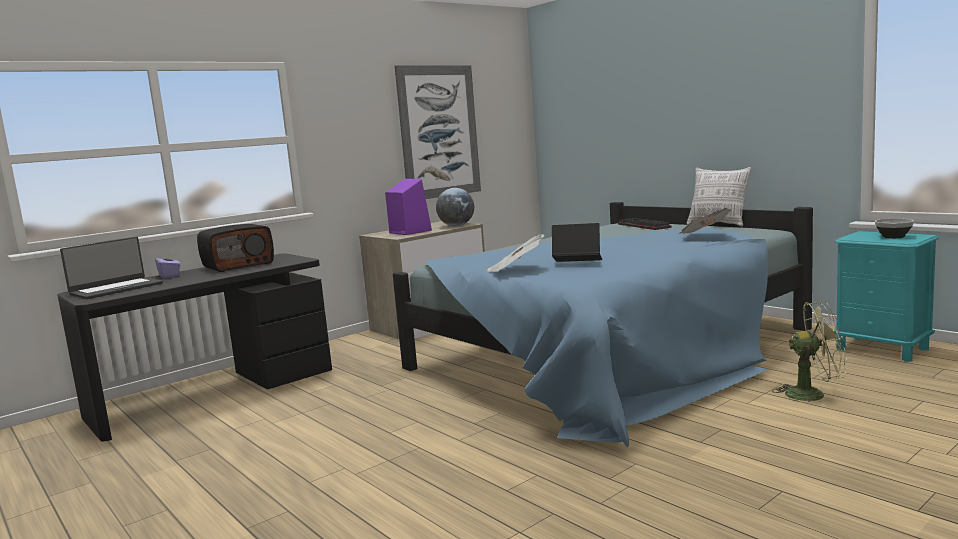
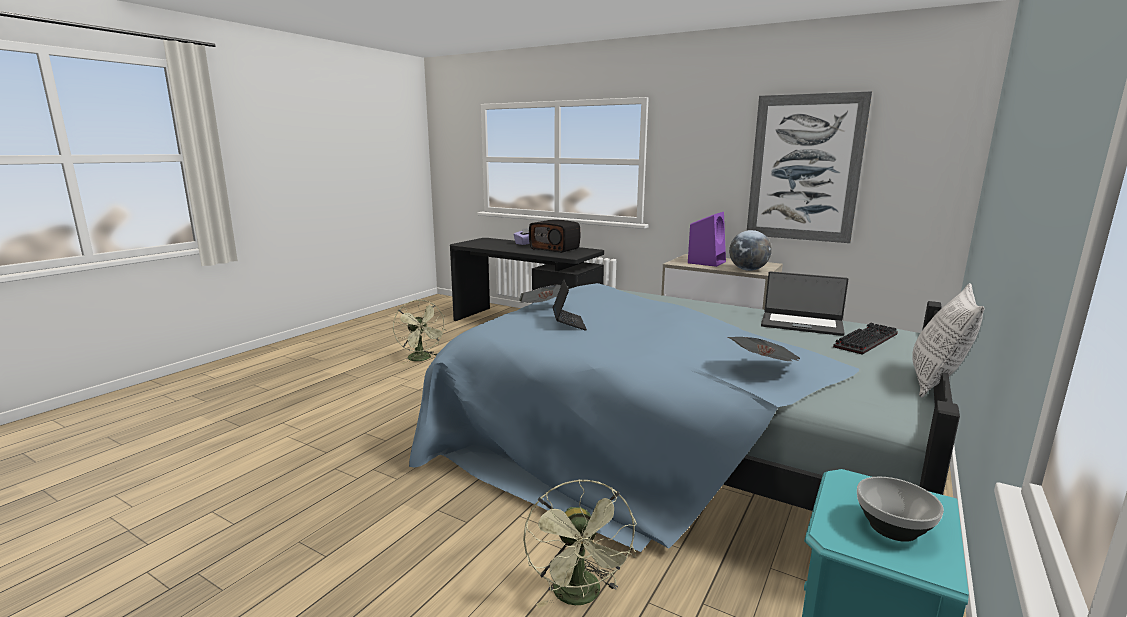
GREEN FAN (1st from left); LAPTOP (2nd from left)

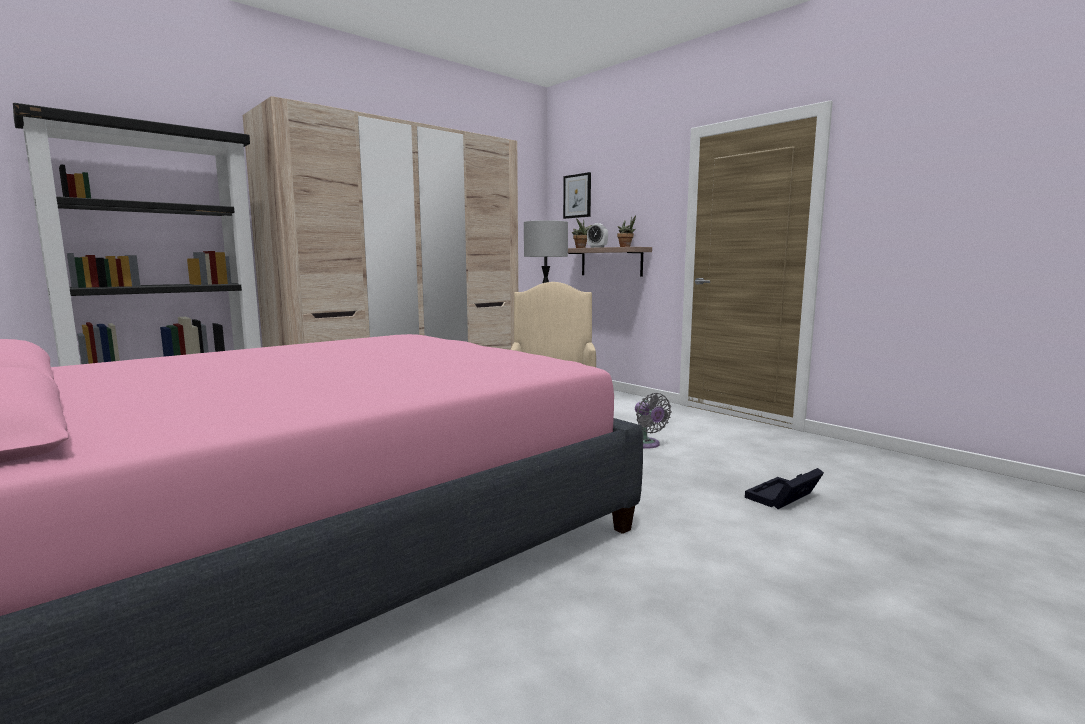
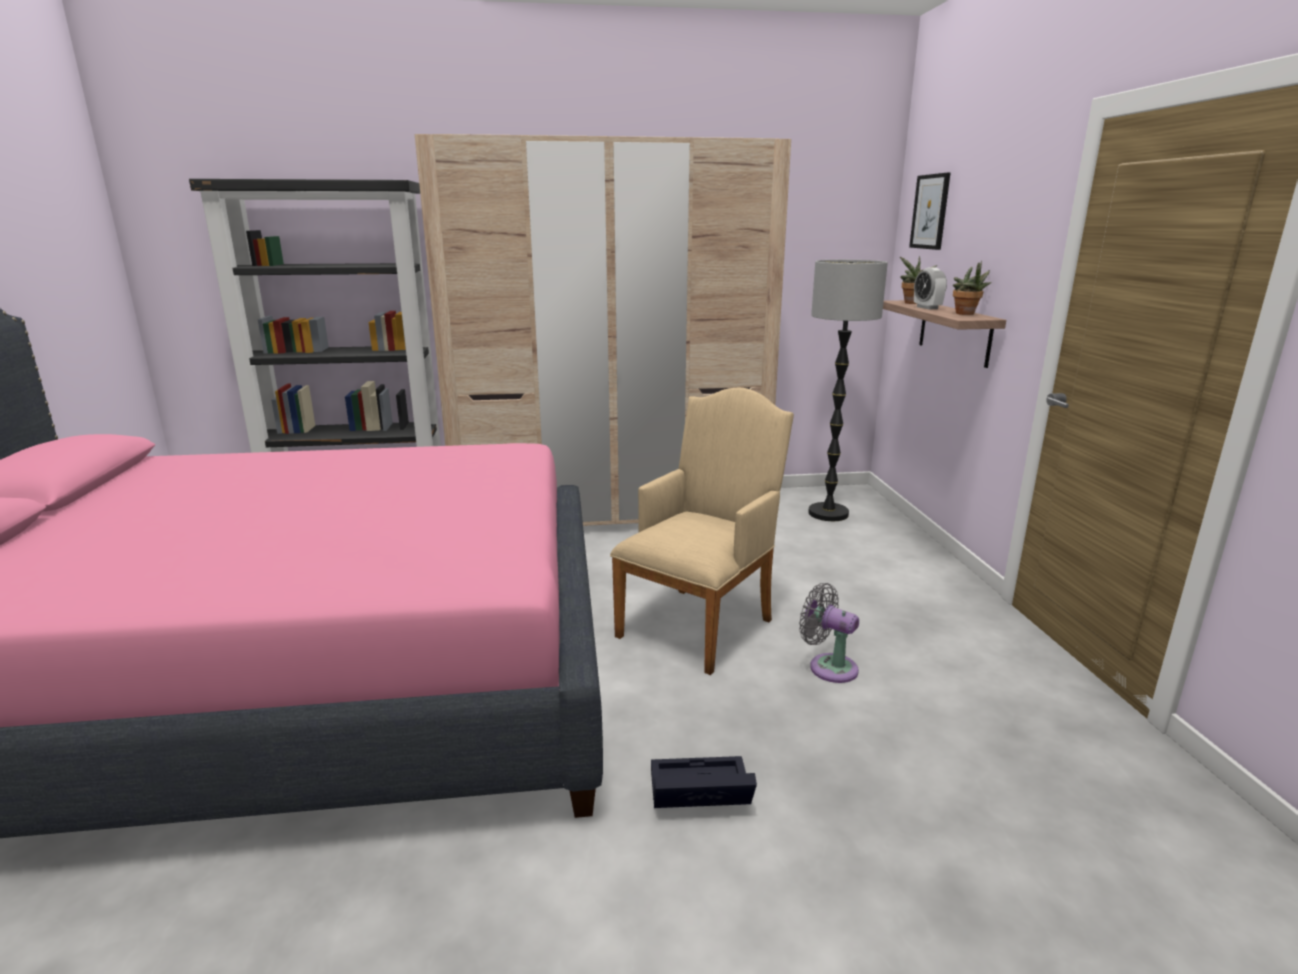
BLACK STORAGE BOX; GREY FAN

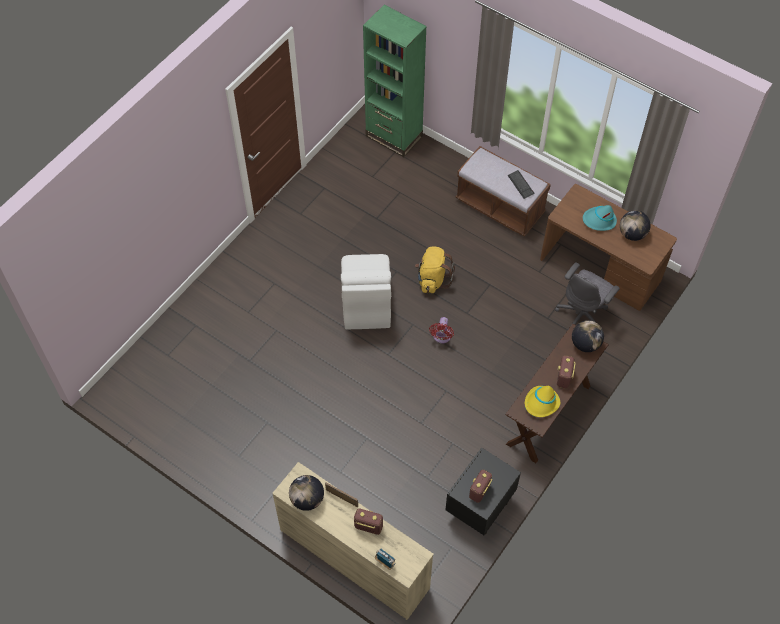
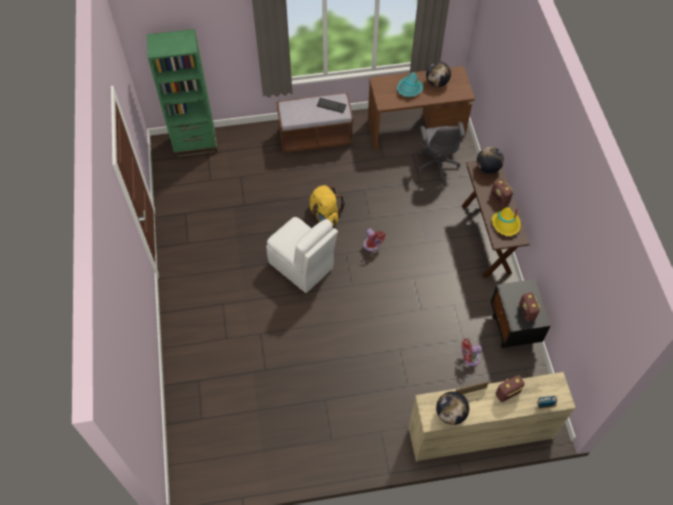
RED FAN (2nd from left)

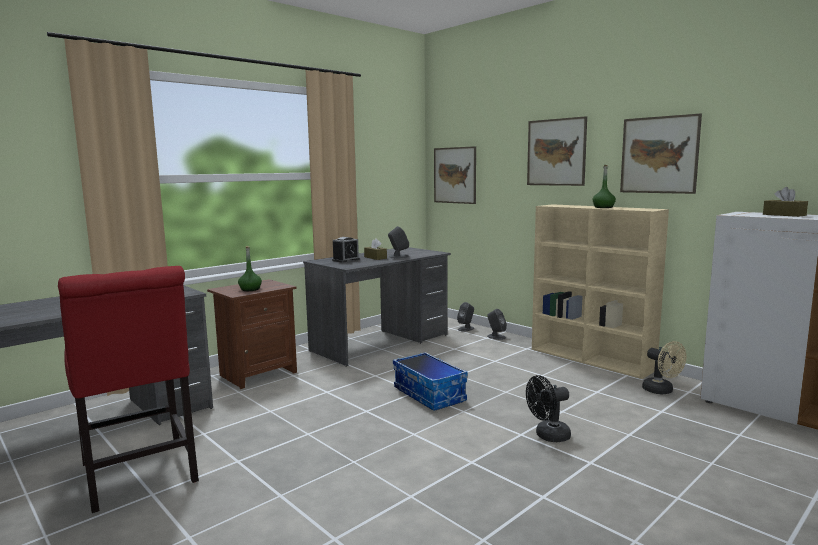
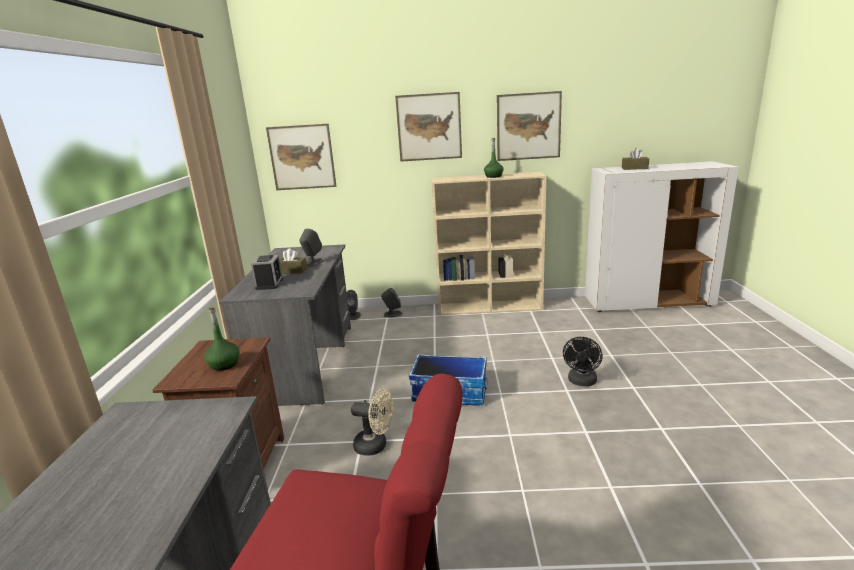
BEIGE FAN

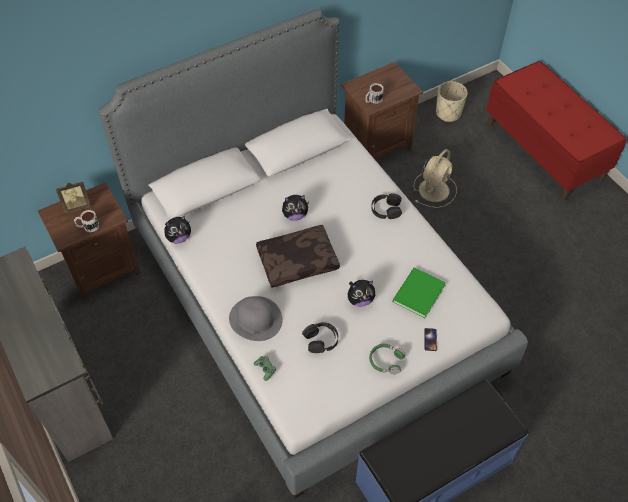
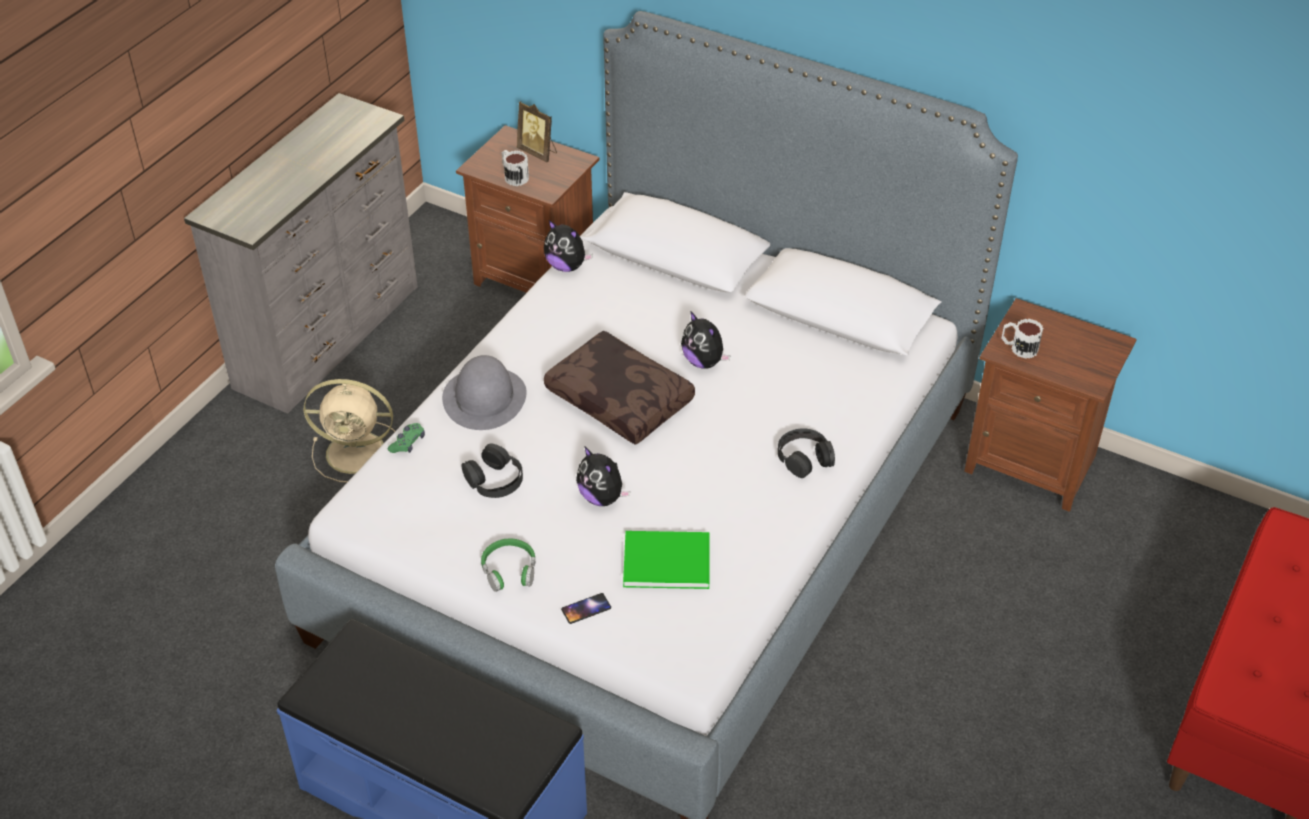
BEIGE FAN; BEIGE PLANTER

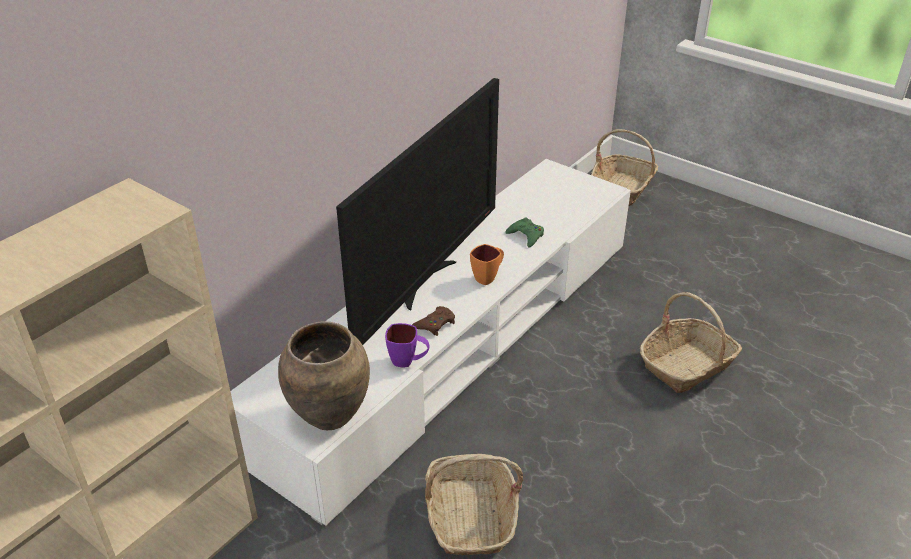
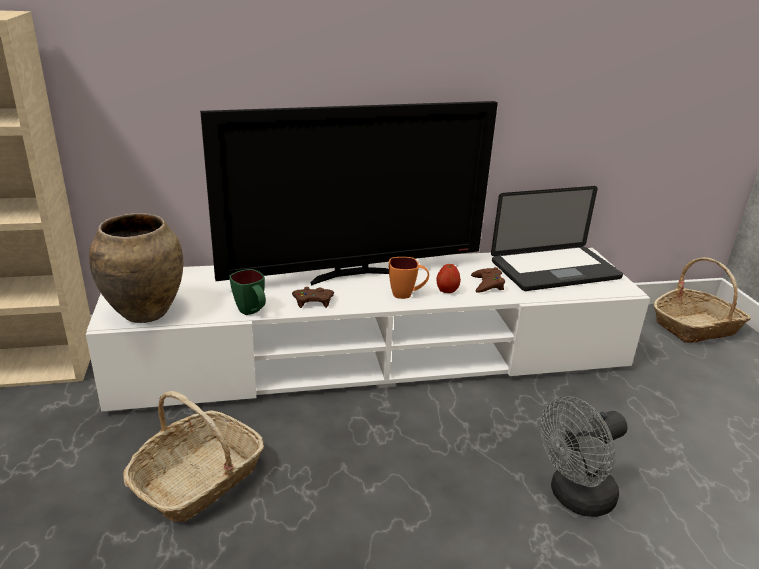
GREEN MUG; APPLE; BROWN GAME CONTROLLER (2nd from left); LAPTOP; GREY FAN

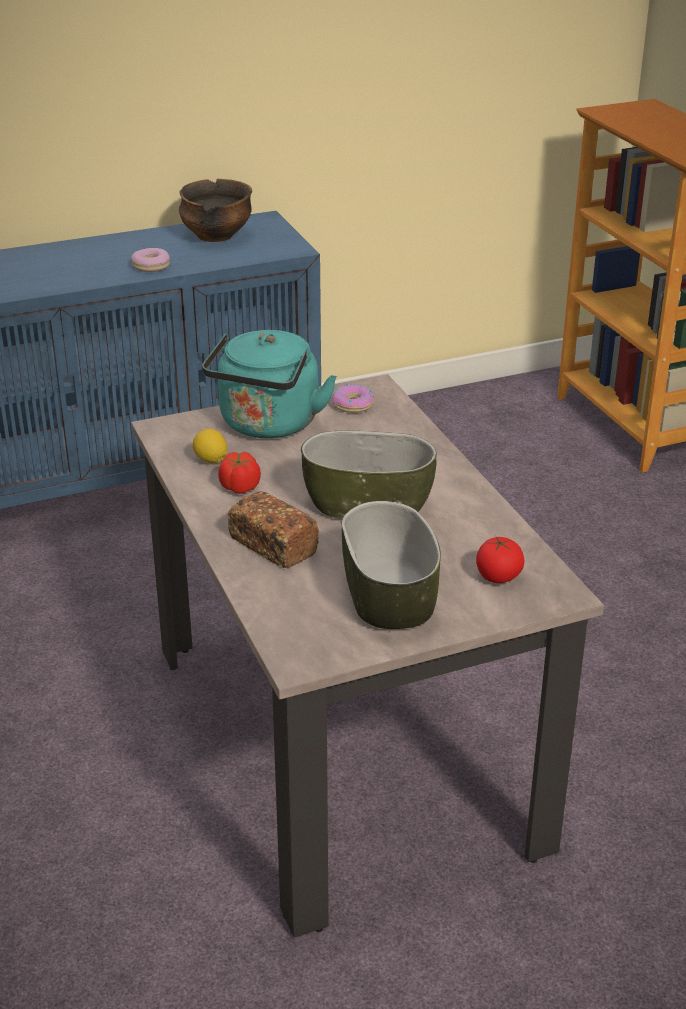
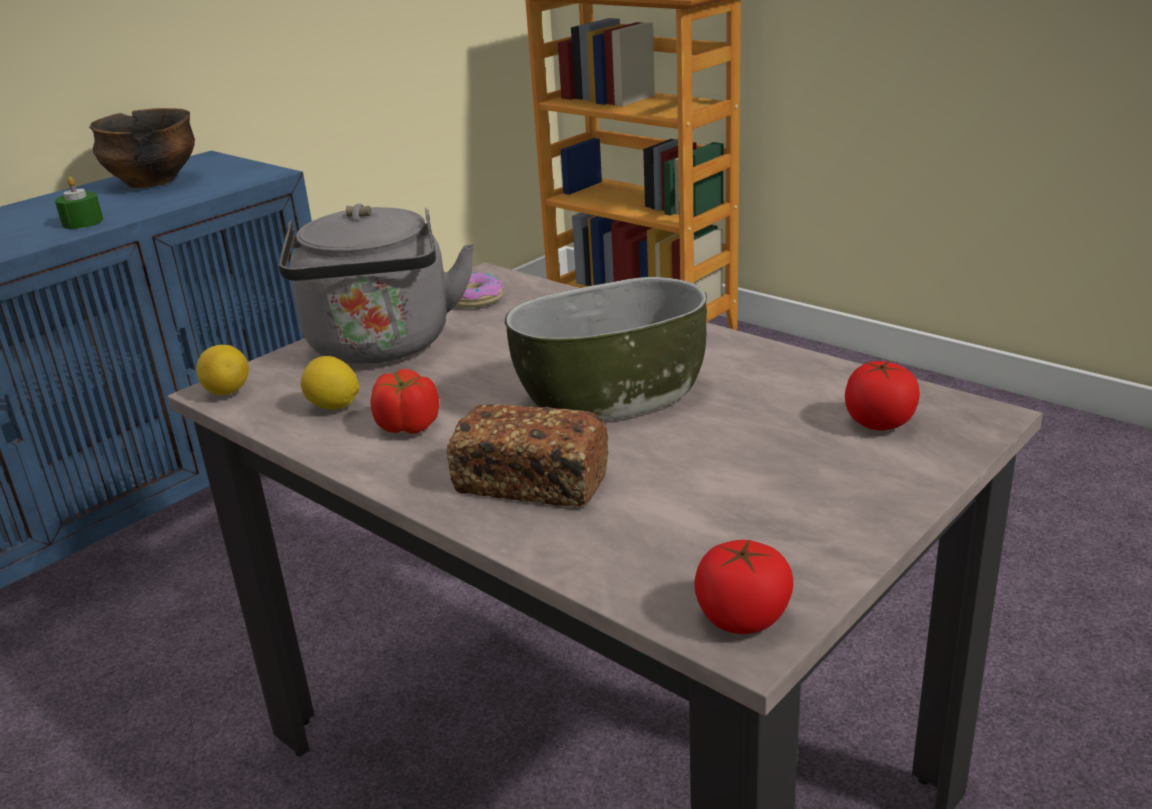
GREEN CANDLE; LEMON (1st from left); GREY KETTLE; TOMATO (2nd from left); BOWL (3rd from left in the first image)

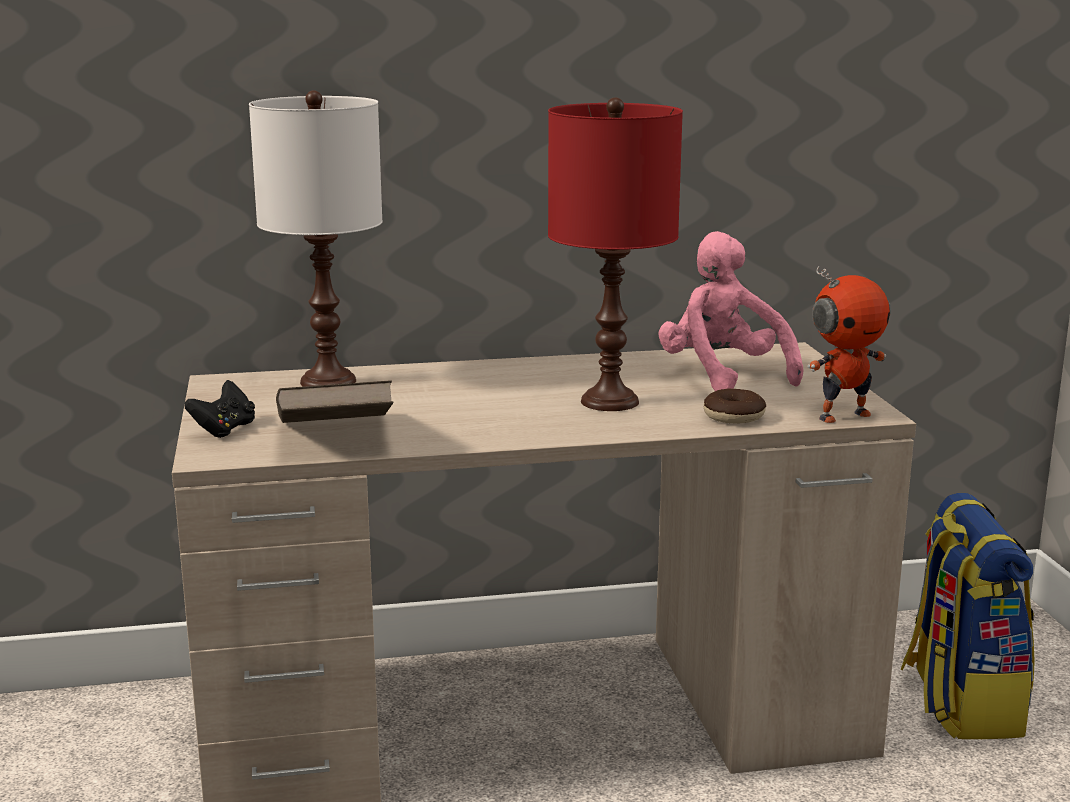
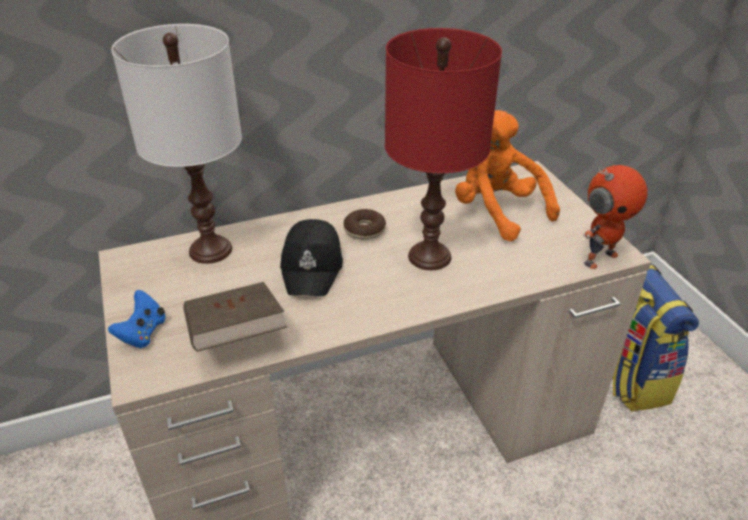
BLUE GAME CONTROLLER; BLACK CAP; DONUT; ORANGE PLUSH TOY

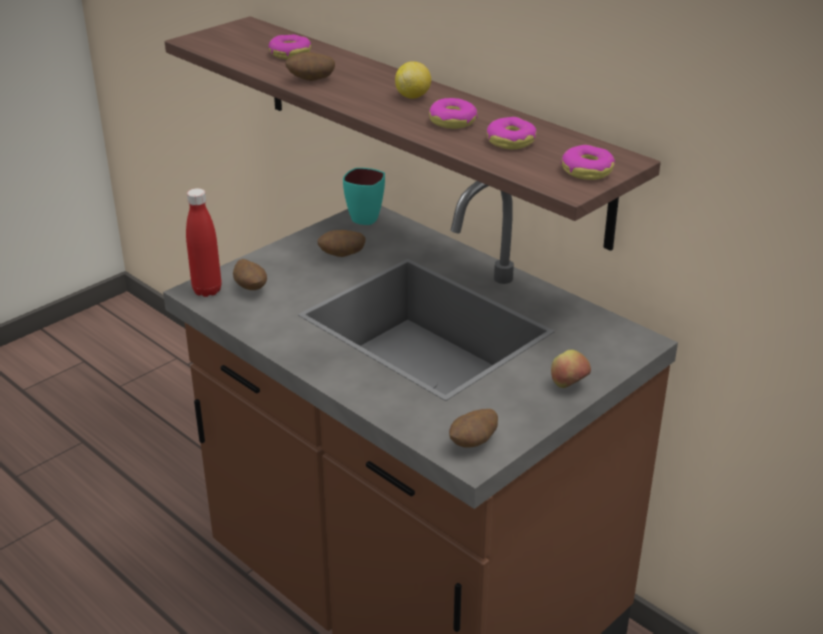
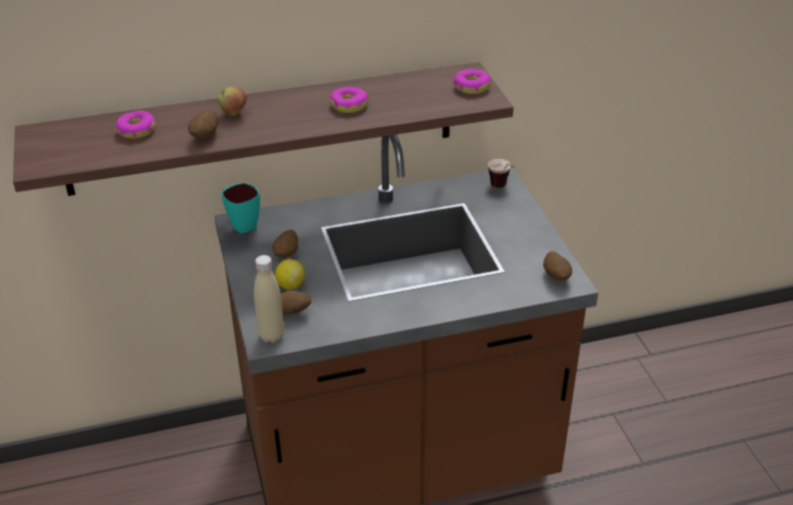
APPLE; BEIGE BOTTLE; LEMON; CUP; DONUT (3rd from left in the first image)

